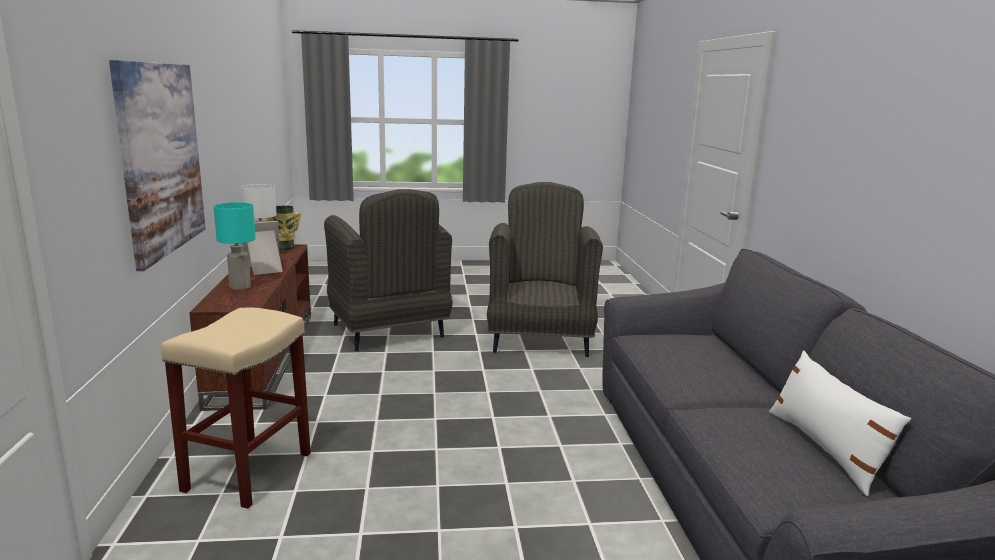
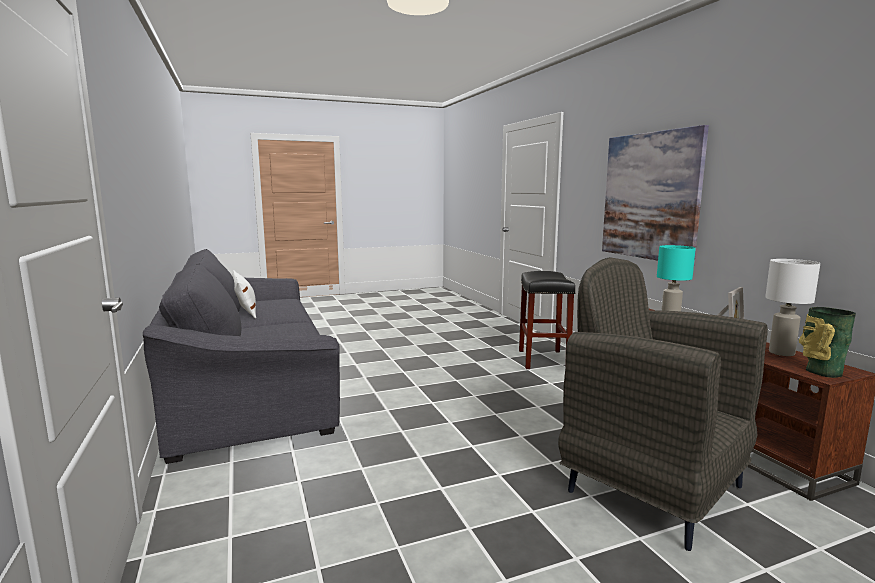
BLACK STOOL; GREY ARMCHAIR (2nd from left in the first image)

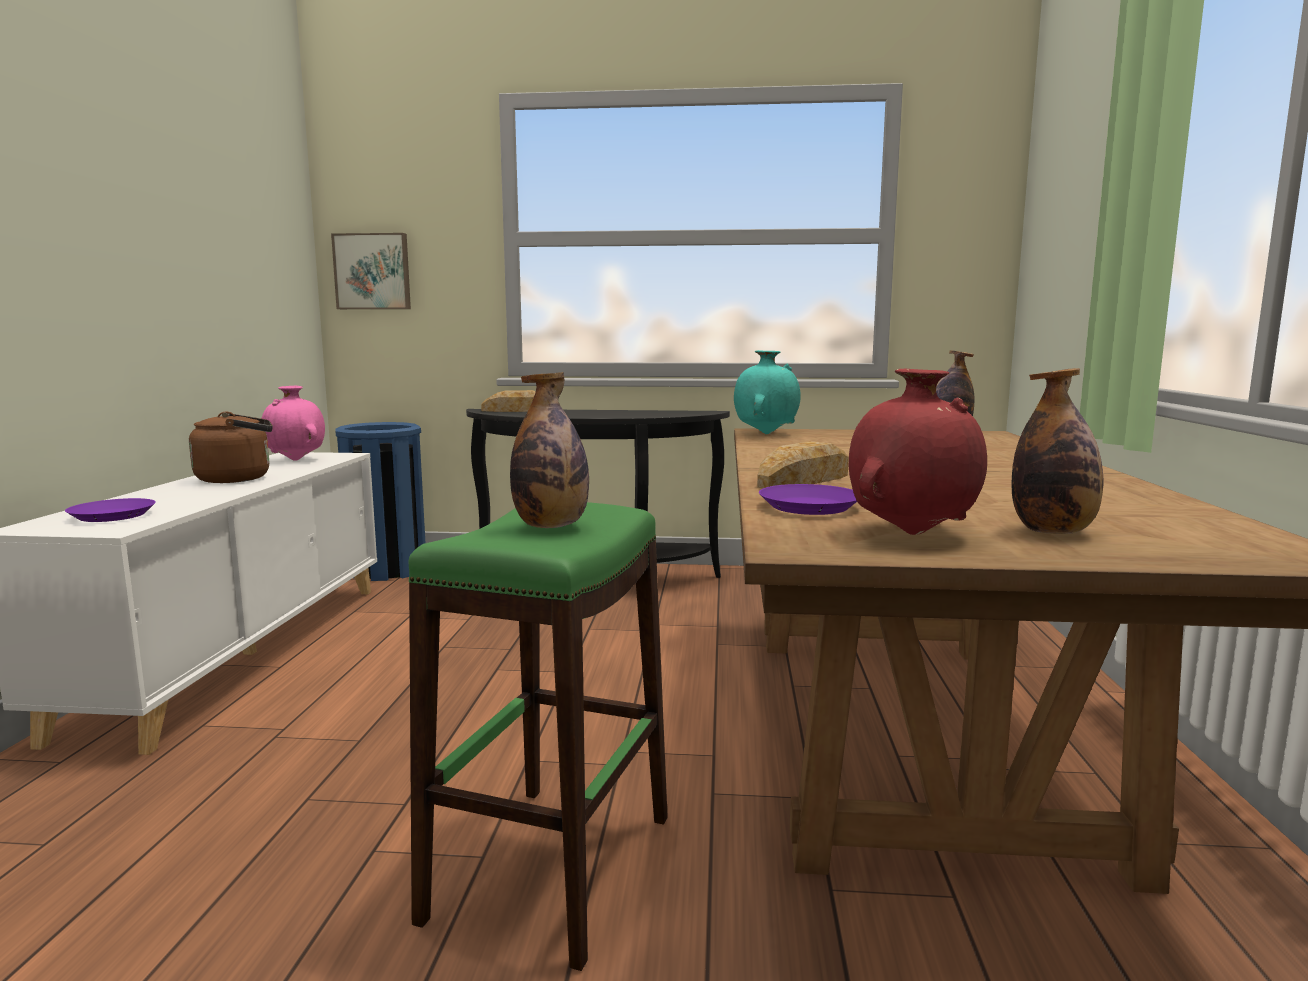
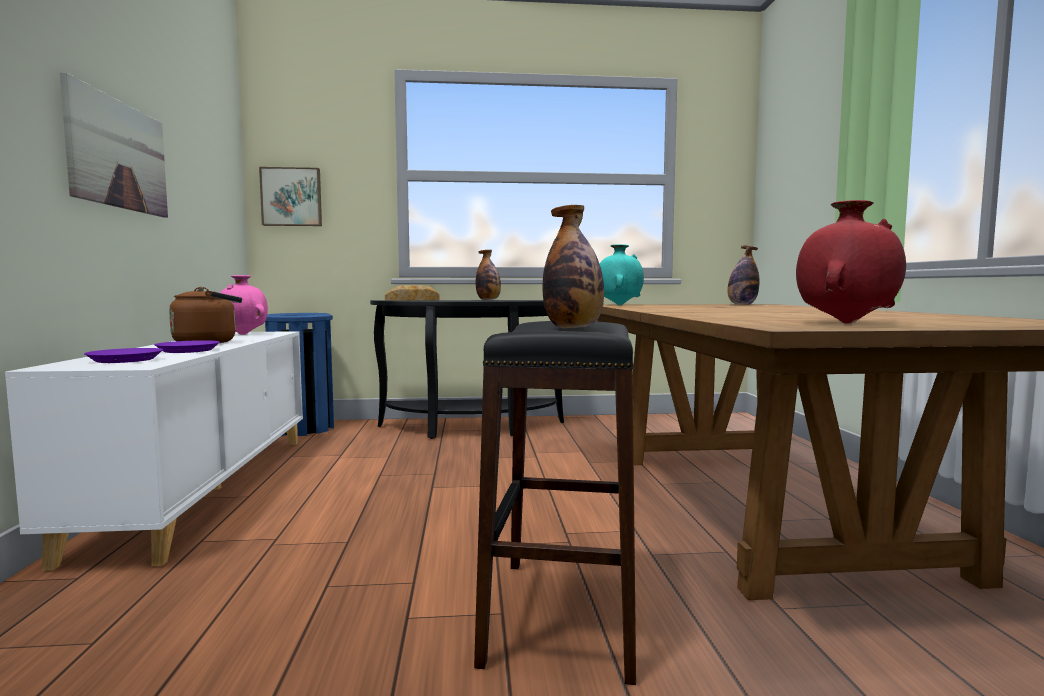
PICTURE (1st from left); PURPLE PLATE (2nd from left); BLACK STOOL; BOTTLE (1st from left); BREAD (2nd from left in the first image)

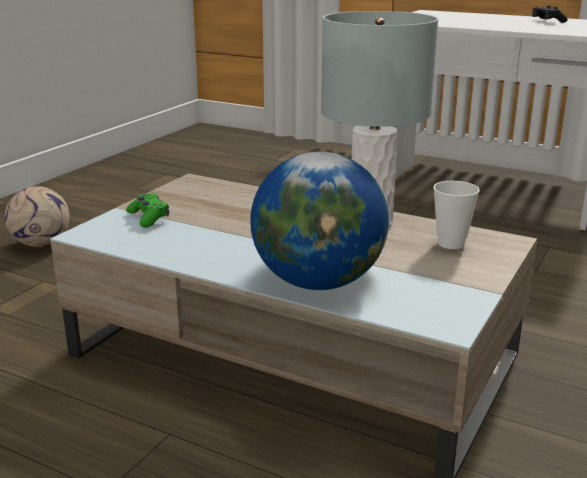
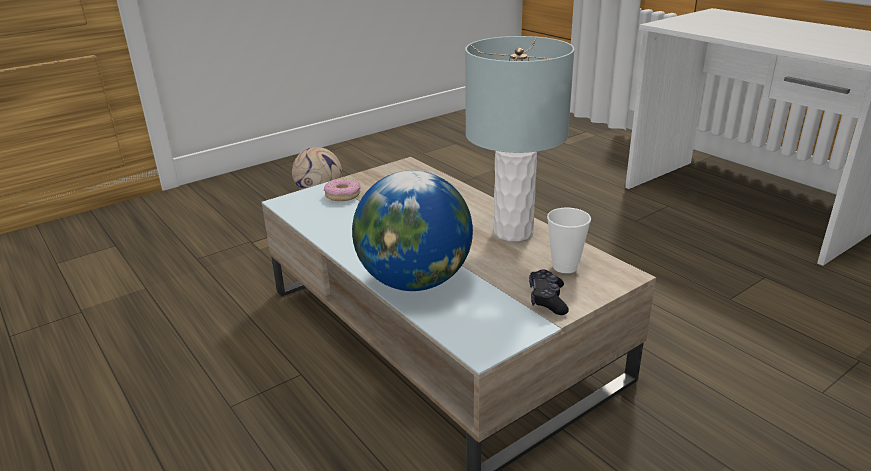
DONUT; BLACK GAME CONTROLLER

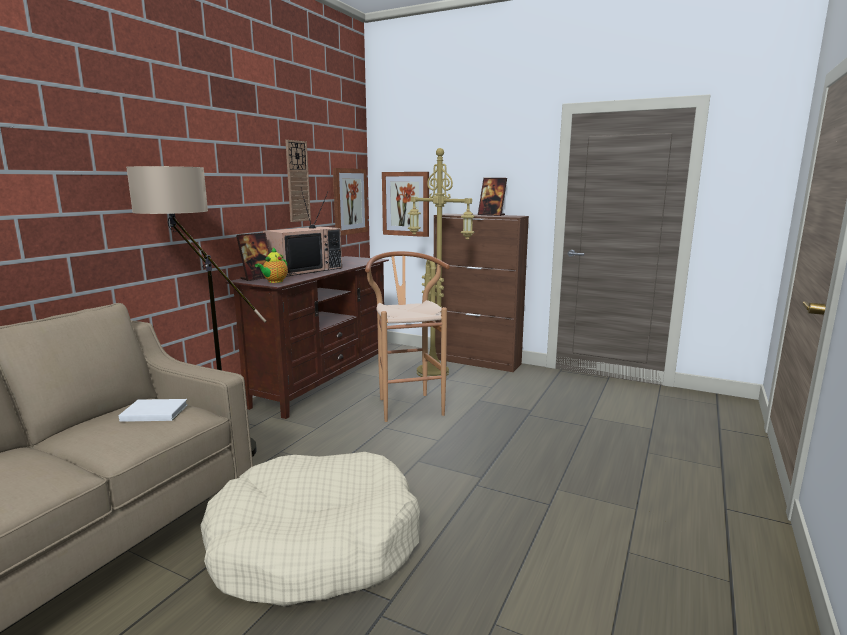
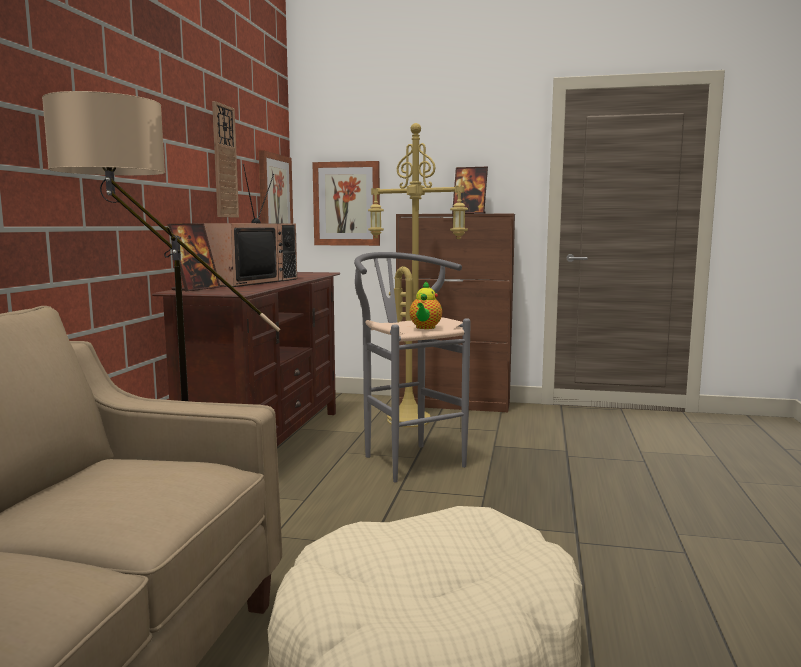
GREY STOOL; TEAPOT; WHITE BOOK

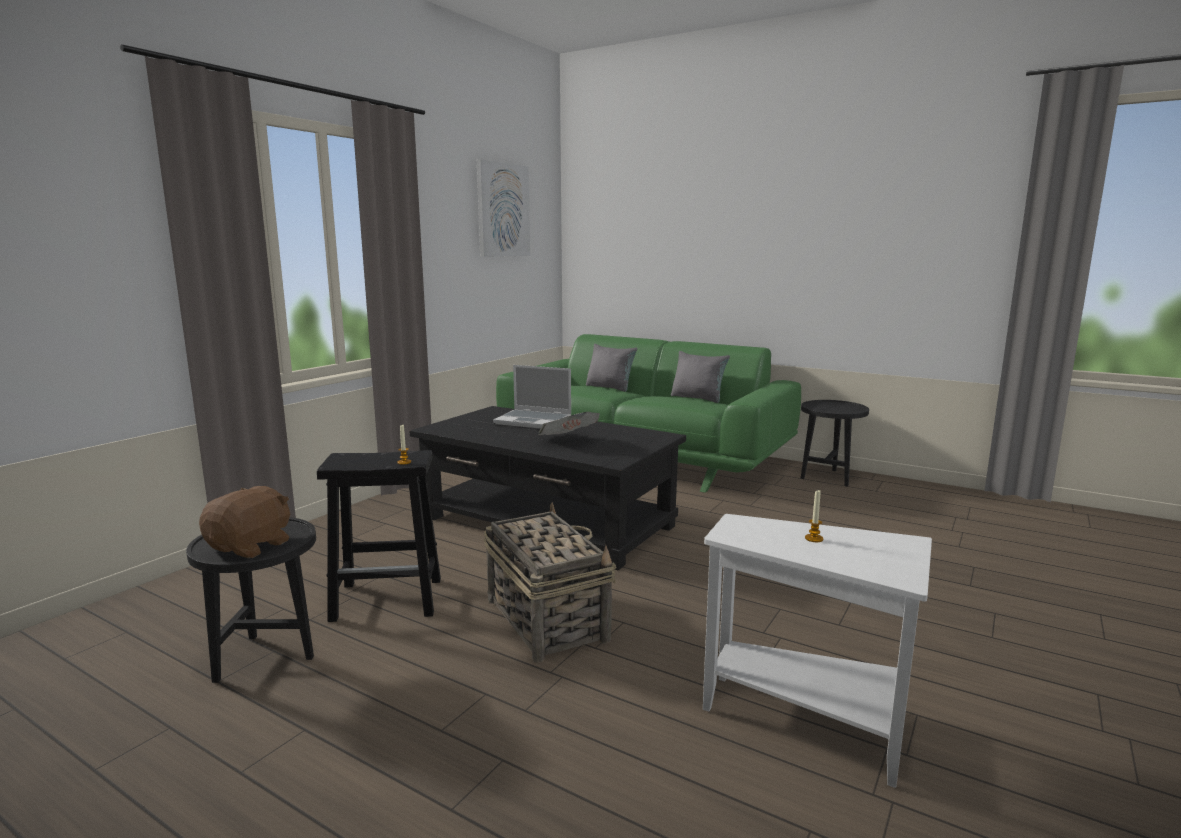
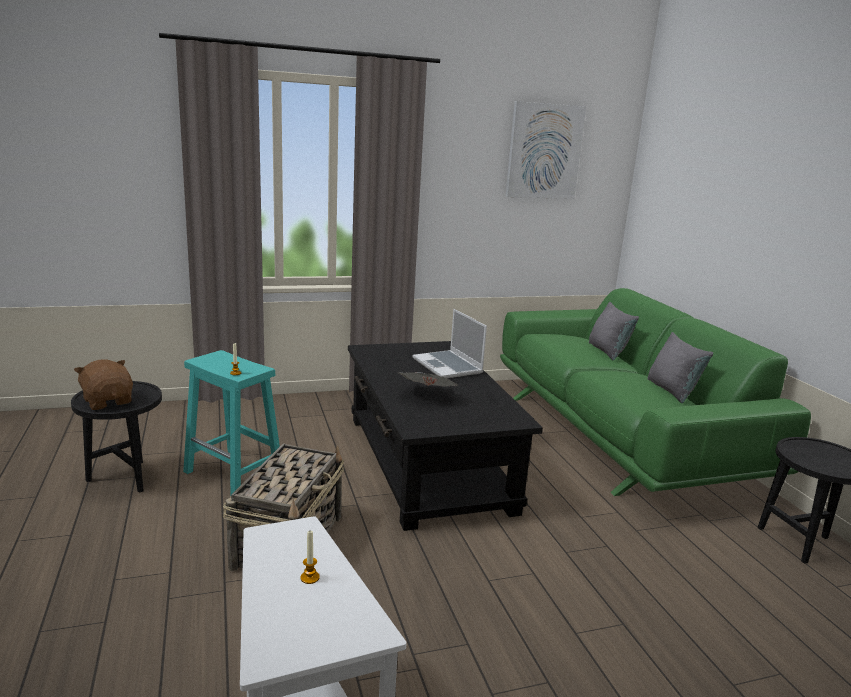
BROWN PLUSH TOY; TURQUOISE STOOL

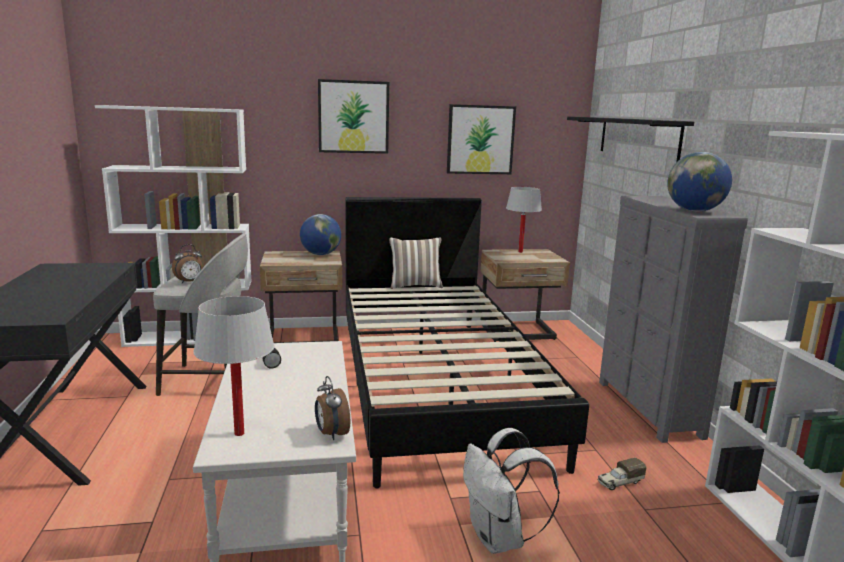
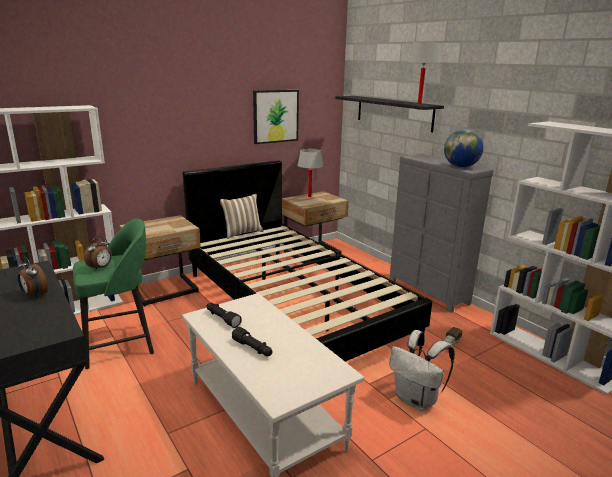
ALARM CLOCK (1st from left); GREEN STOOL; BLACK FLASHLIGHT (2nd from left); WHITE TABLE LAMP (2nd from left); GLOBE (1st from left in the first image); PICTURE (1st from left in the first image)

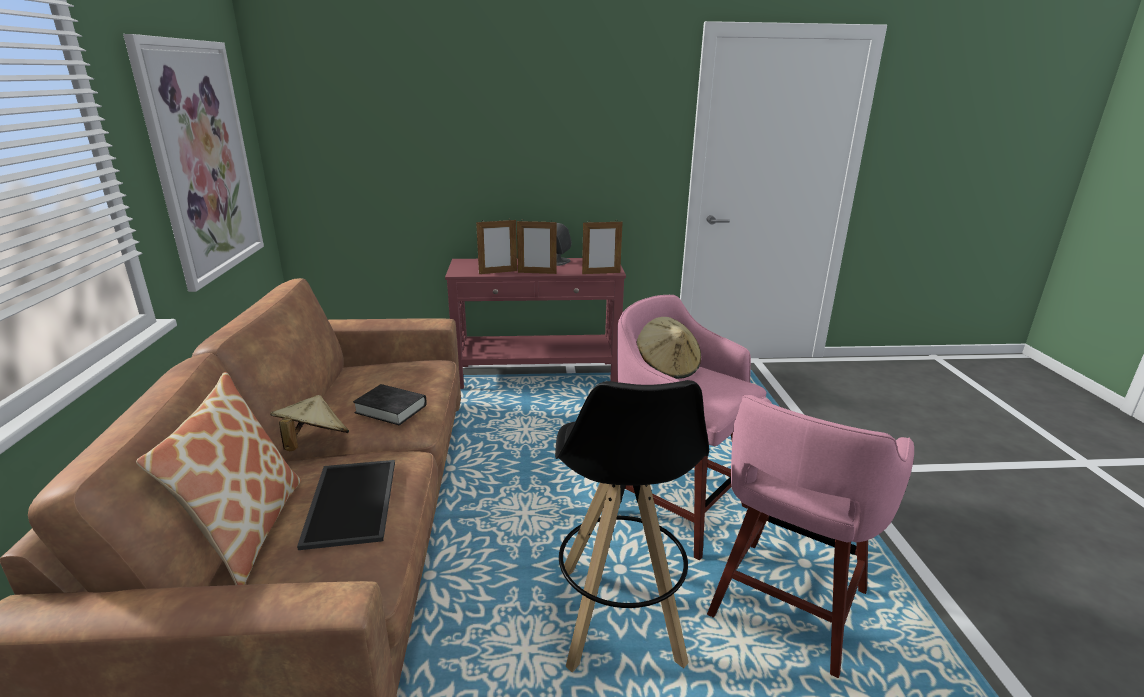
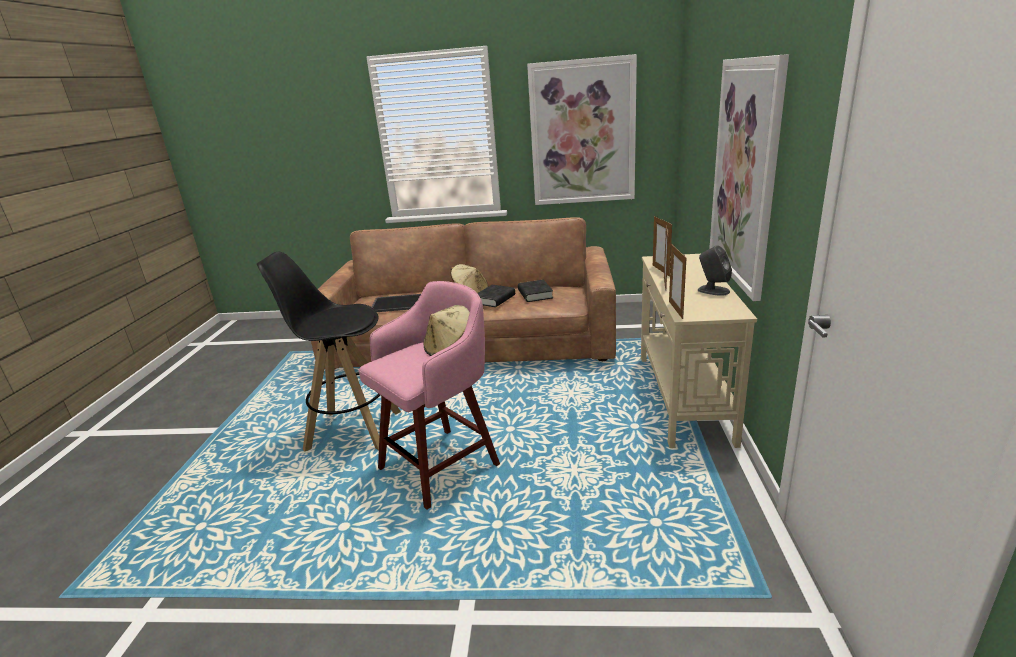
BLACK BOOK (2nd from left); BEIGE CONSOLE TABLE; PICTURE (2nd from left); PILLOW; PINK STOOL (2nd from left in the first image)

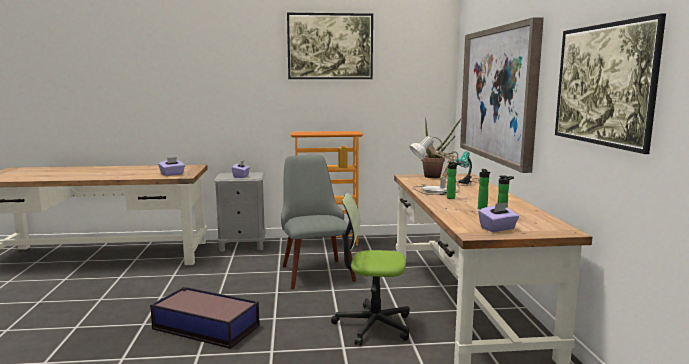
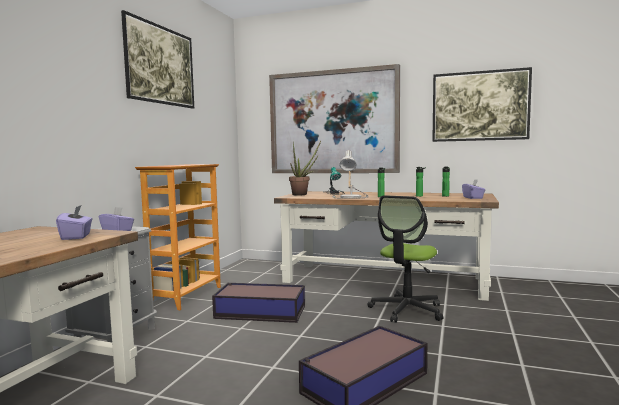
STORAGE BOX (1st from left)

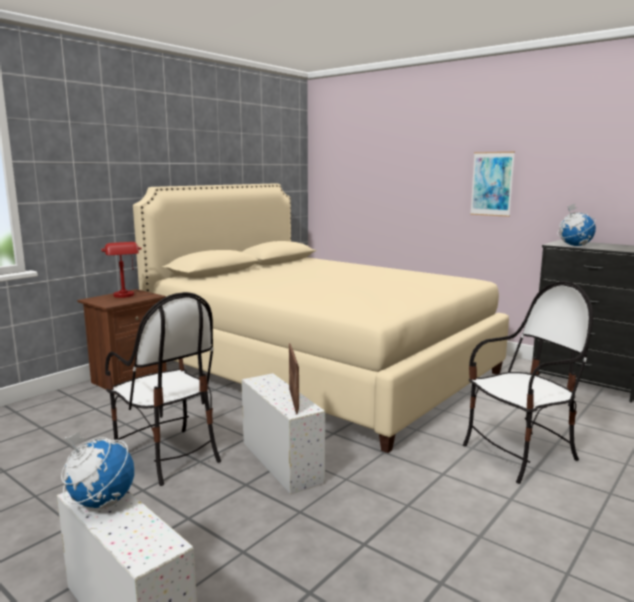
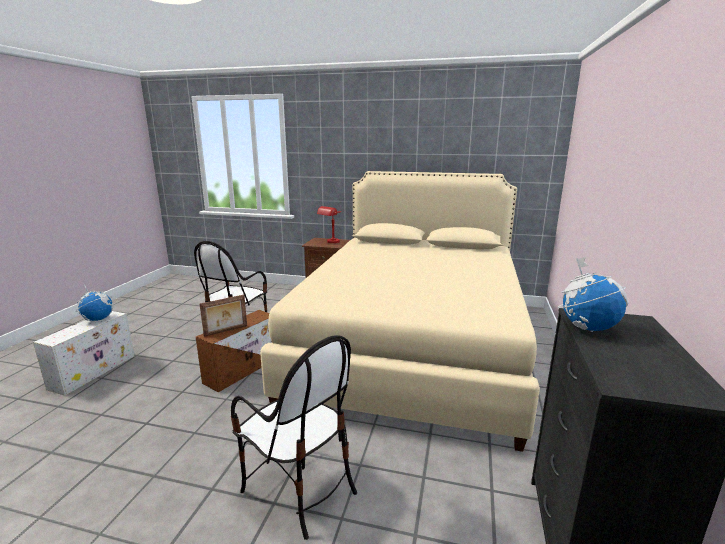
BROWN STORAGE BOX; PICTURE

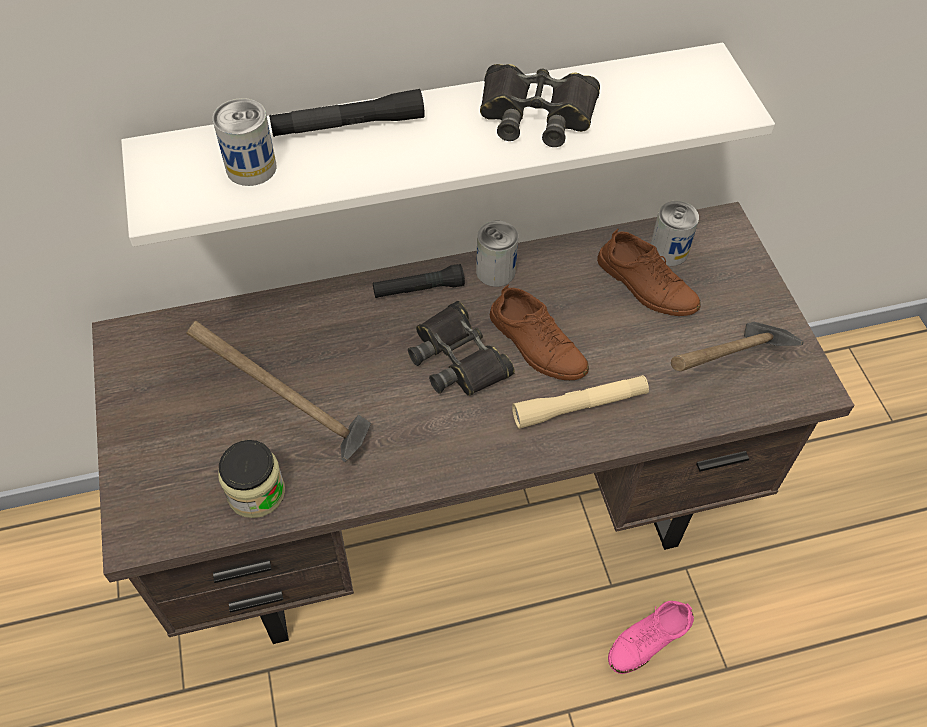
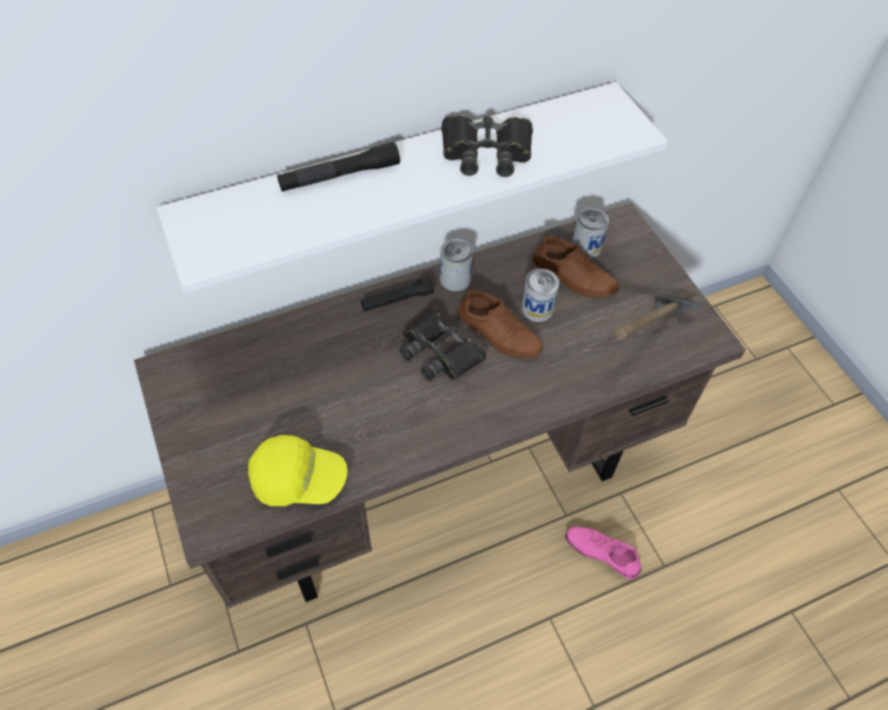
YELLOW CAP; CAN (2nd from left); PINK SHOE; HAMMER (1st from left in the first image); BEIGE FLASHLIGHT

